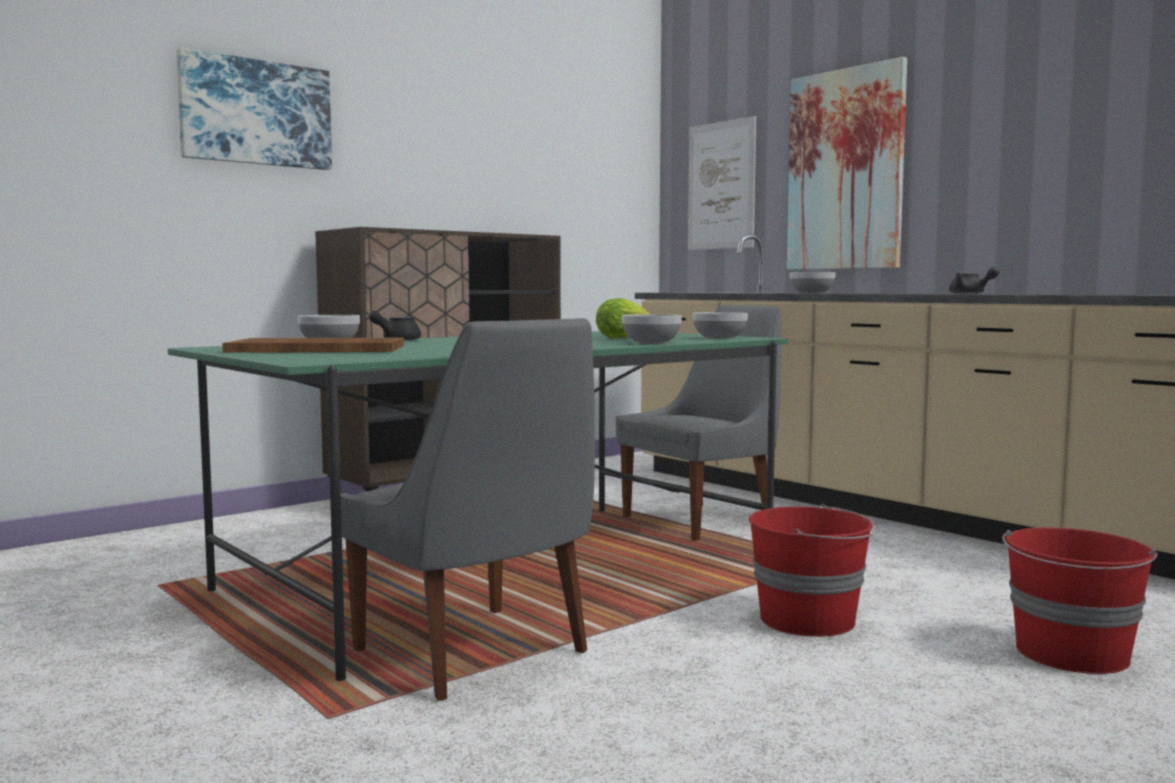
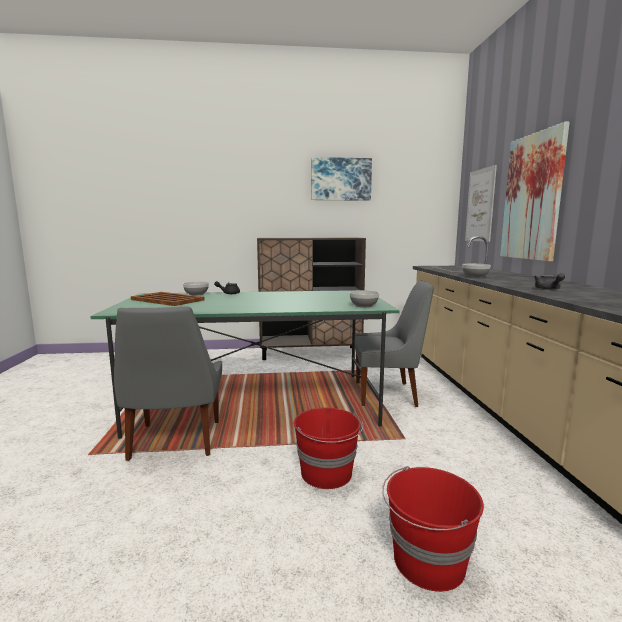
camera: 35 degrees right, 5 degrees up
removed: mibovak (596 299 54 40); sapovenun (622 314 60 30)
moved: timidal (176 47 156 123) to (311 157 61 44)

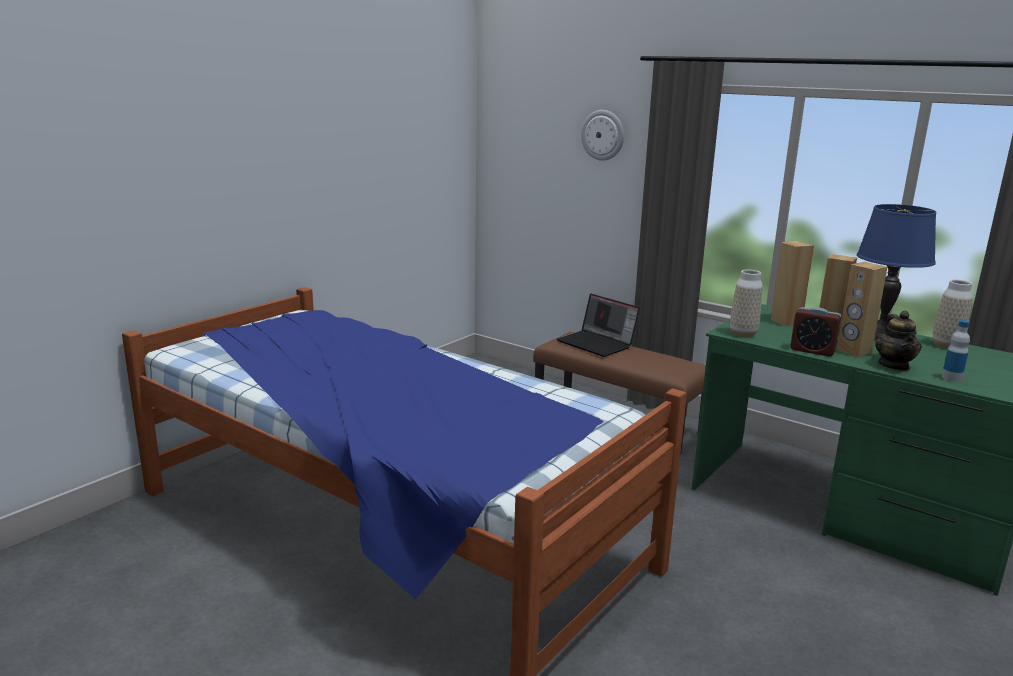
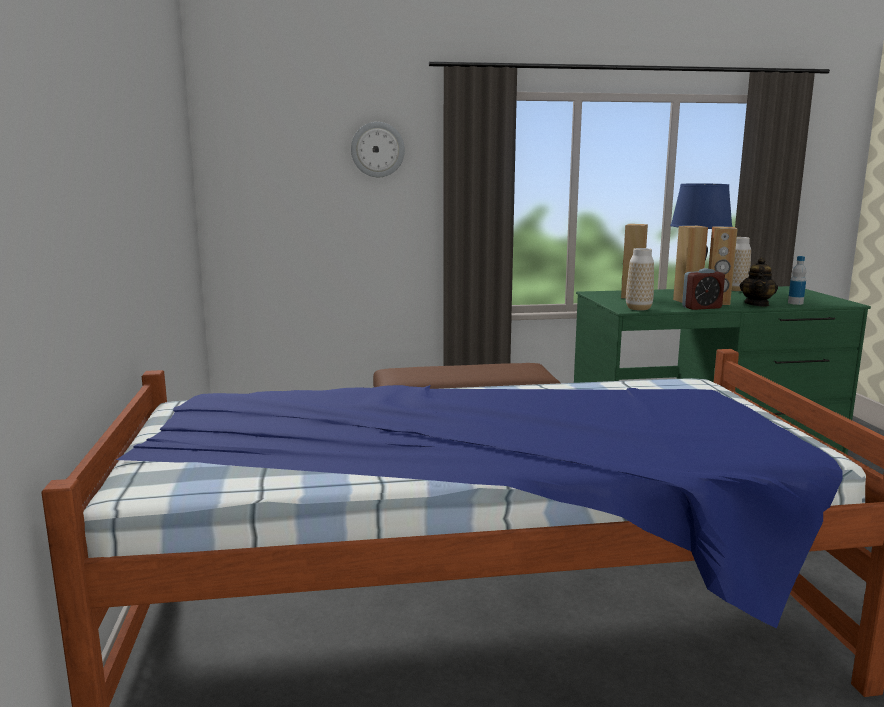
camera: 45 degrees left, 5 degrees down
removed: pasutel (557 294 83 63)
turned: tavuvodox (875 311 47 60) = (740 257 38 50) 60 degrees clockwise

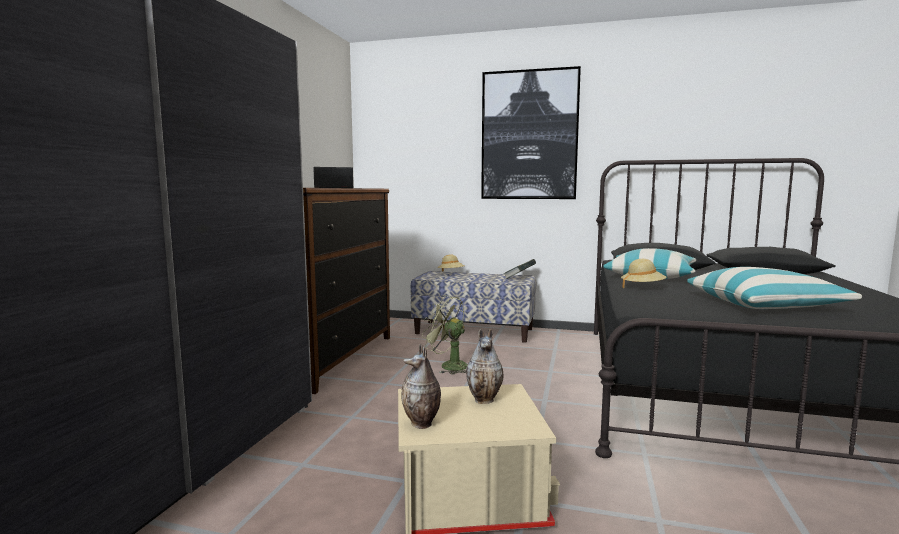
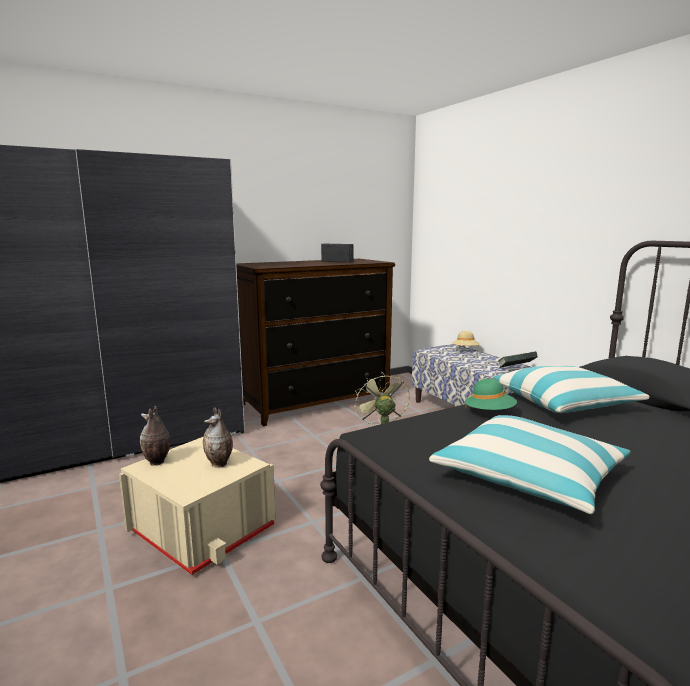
camera: 45 degrees right, 5 degrees up
removed: timidal (481 66 100 133)
recoloured: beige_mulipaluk (621 259 46 30) to green_mulipaluk (465 379 52 31)

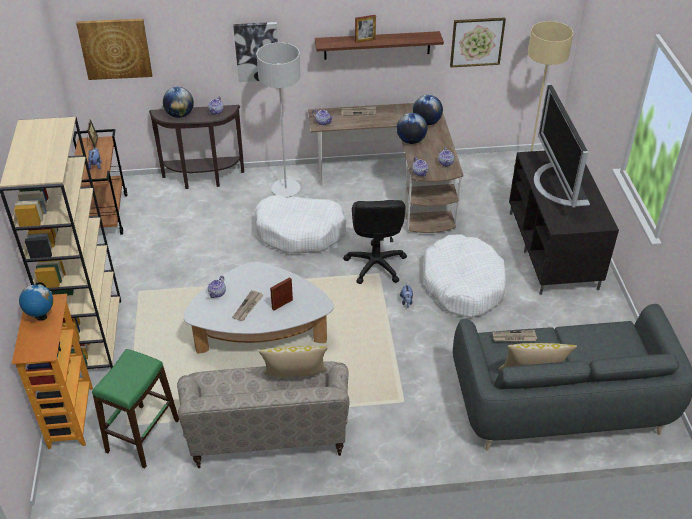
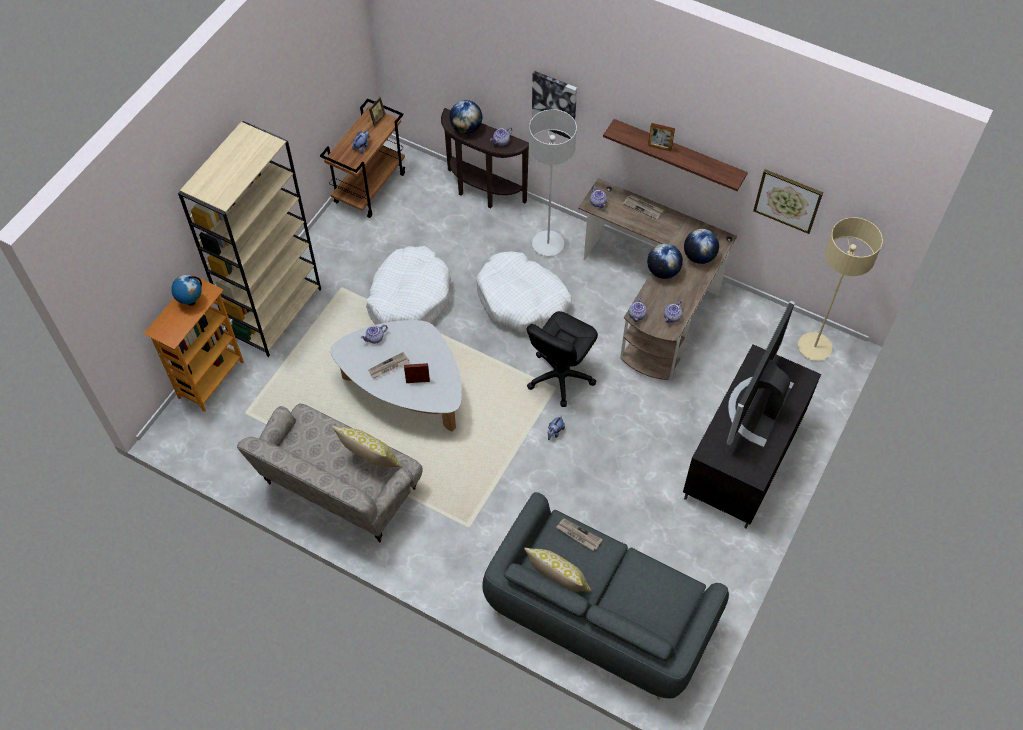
camera: 35 degrees right, 15 degrees up
removed: timidal (76 19 76 61); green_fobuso (92 349 87 120)
moved: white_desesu (423 234 83 83) to (366 246 85 79)

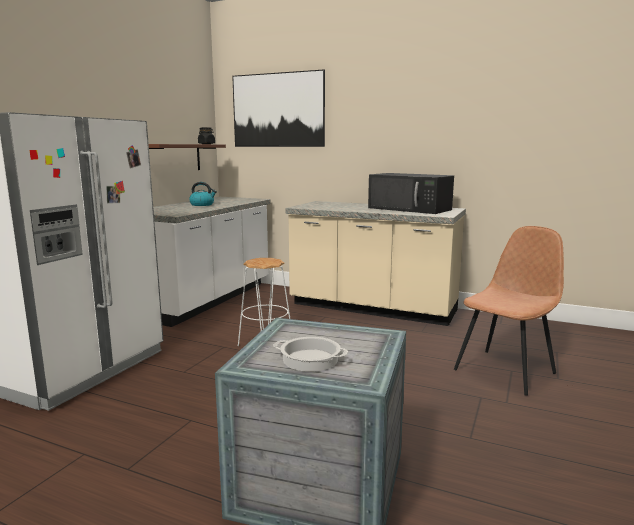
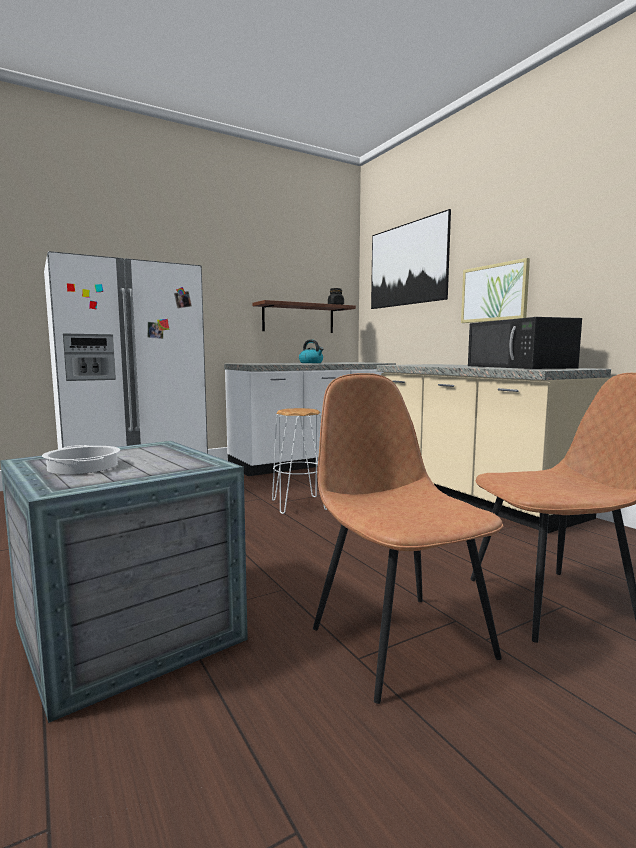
camera: 35 degrees right, 5 degrees down
added: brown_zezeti (313 373 190 331); timidal (461 258 69 65)

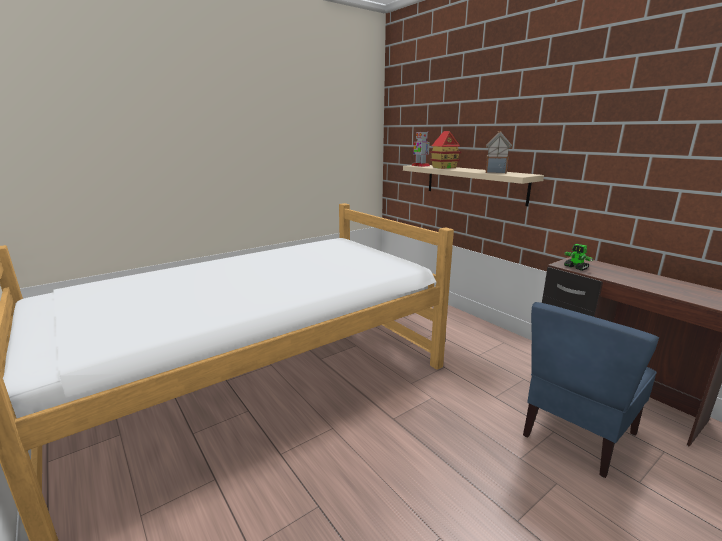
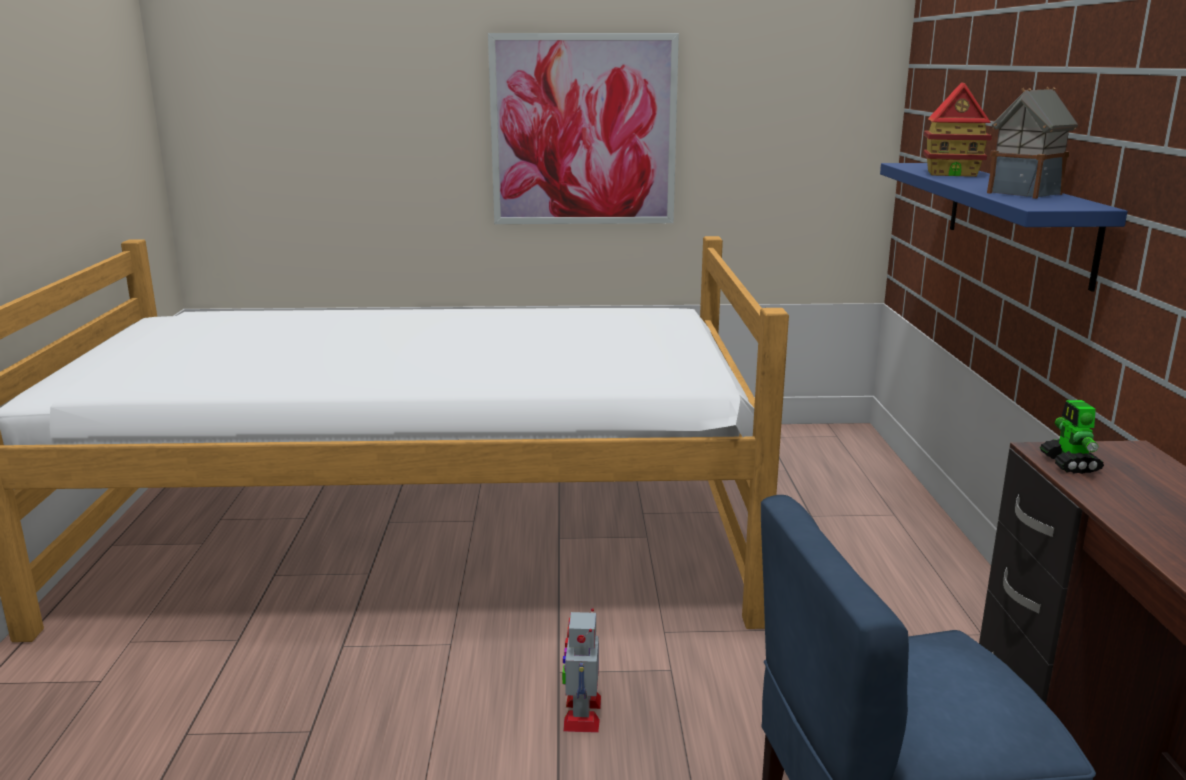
camera: 35 degrees right, 0 degrees up
added: timidal (488 33 191 191)
moved: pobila (411 131 19 36) to (562 608 39 125)
recoloured: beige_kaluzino (403 165 141 41) to blue_kaluzino (880 163 248 129)

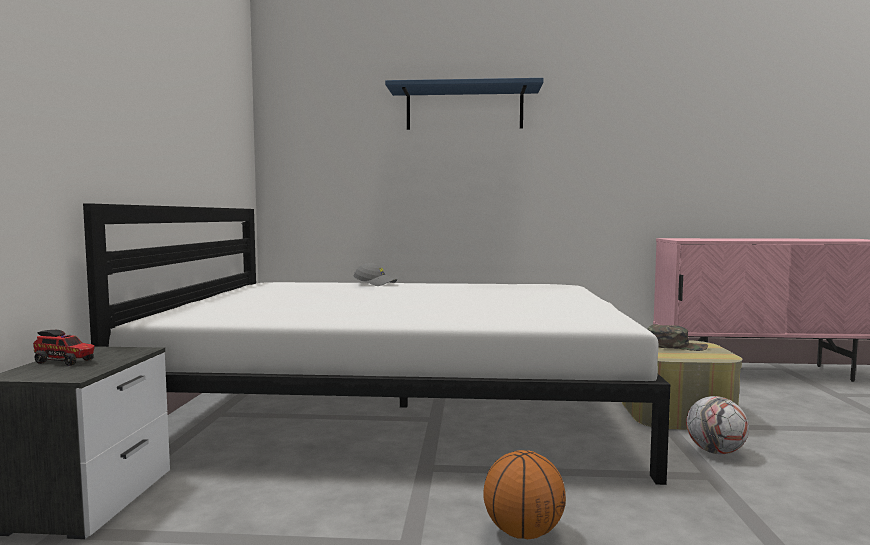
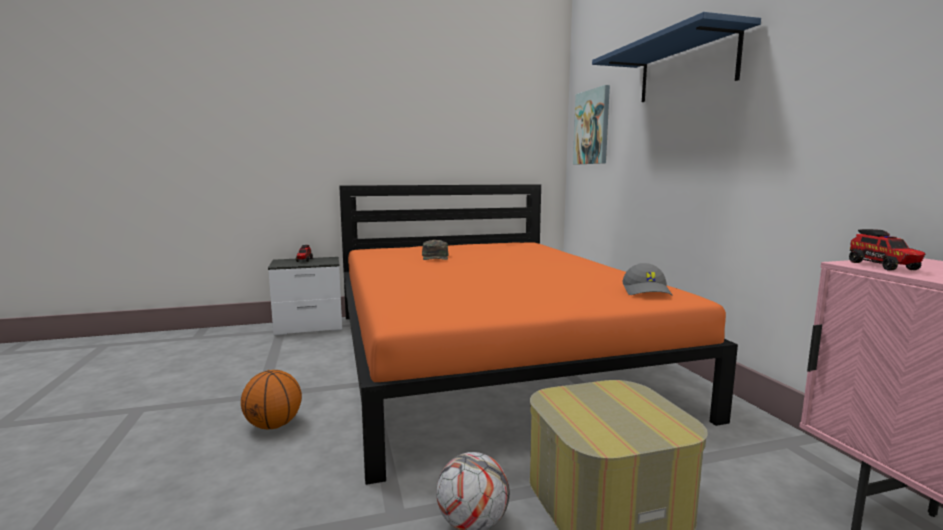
camera: 70 degrees right, 5 degrees up
added: timidal (573 85 37 79); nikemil (849 229 77 42)
moved: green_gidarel (647 324 61 27) to (422 240 26 20); grey_gidarel (354 263 43 23) to (622 263 51 33)
recoloured: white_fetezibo (83 203 587 282) to orange_fetezibo (339 184 399 301)

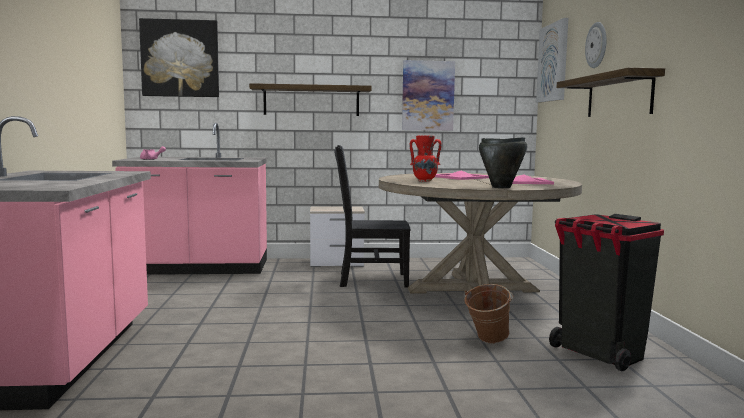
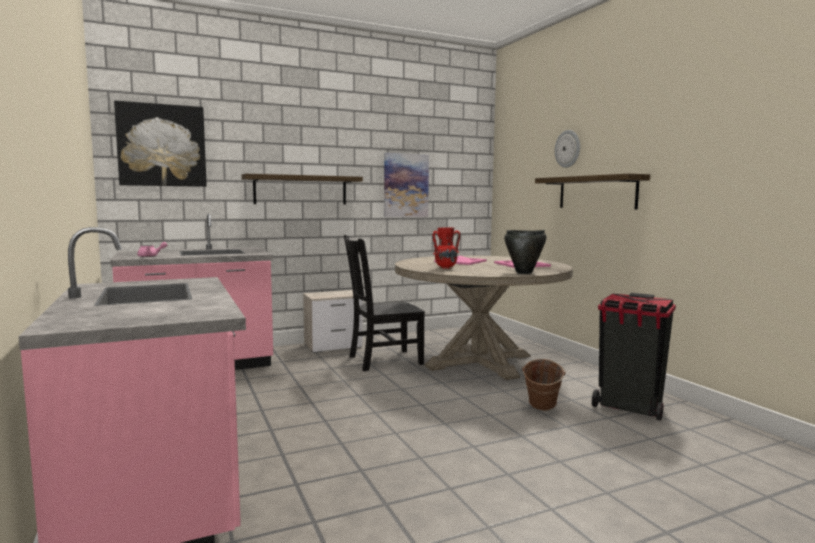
camera: 20 degrees left, 0 degrees up
removed: timidal (536 18 32 85)

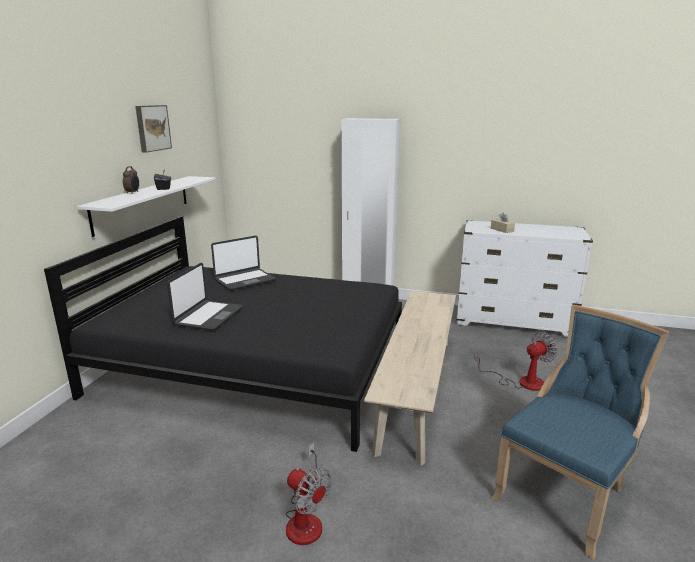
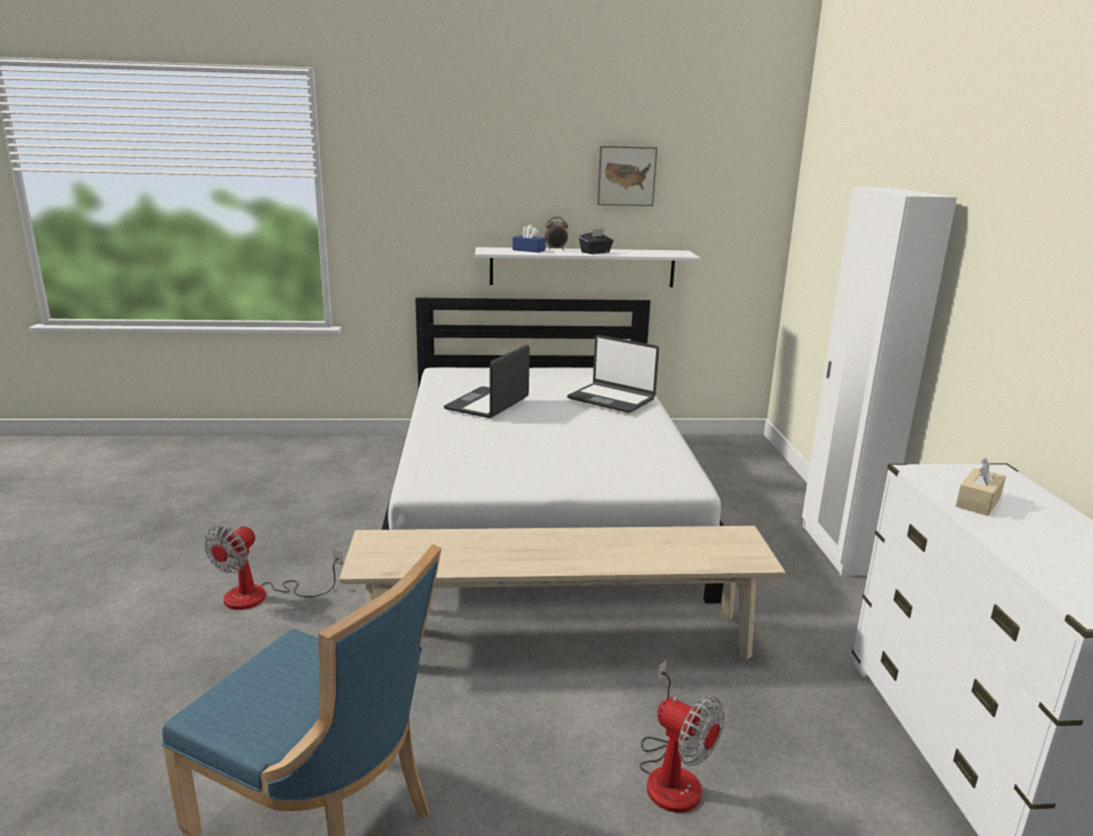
camera: 70 degrees right, 0 degrees up
added: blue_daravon (512 225 34 28)
recoloured: black_fetezibo (44 216 358 236) to white_fetezibo (382 297 342 307)
turned: pasutel (167 263 76 68) = (444 345 86 73) 120 degrees clockwise

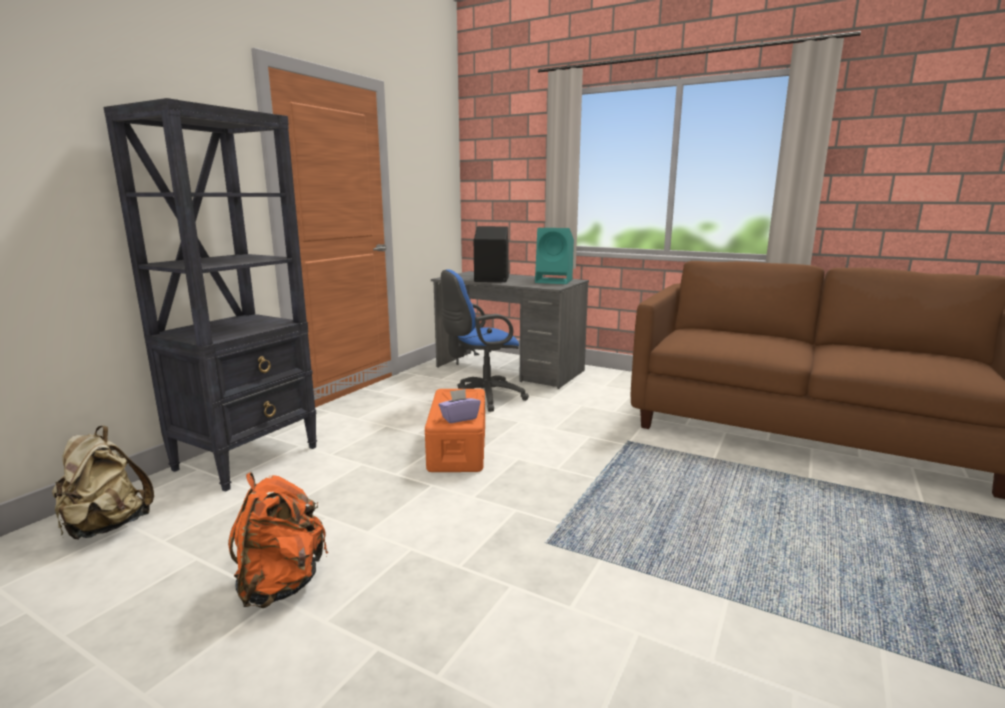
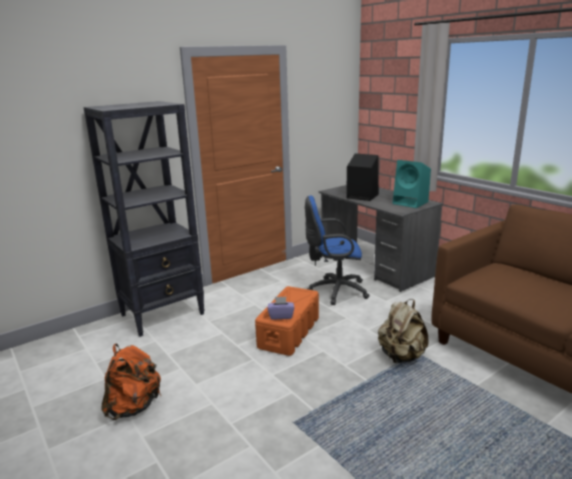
camera: 25 degrees right, 5 degrees up
moved: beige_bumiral (52 425 102 115) to (378 299 50 65)

